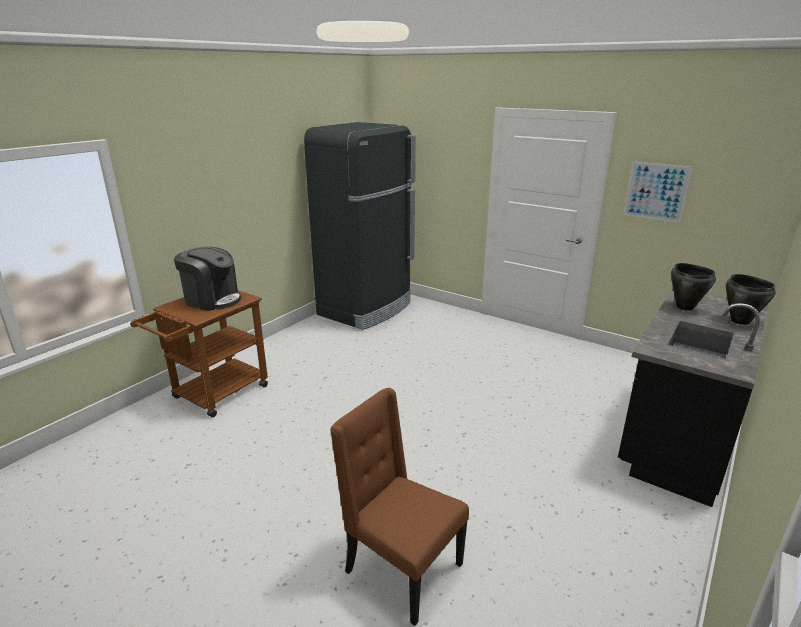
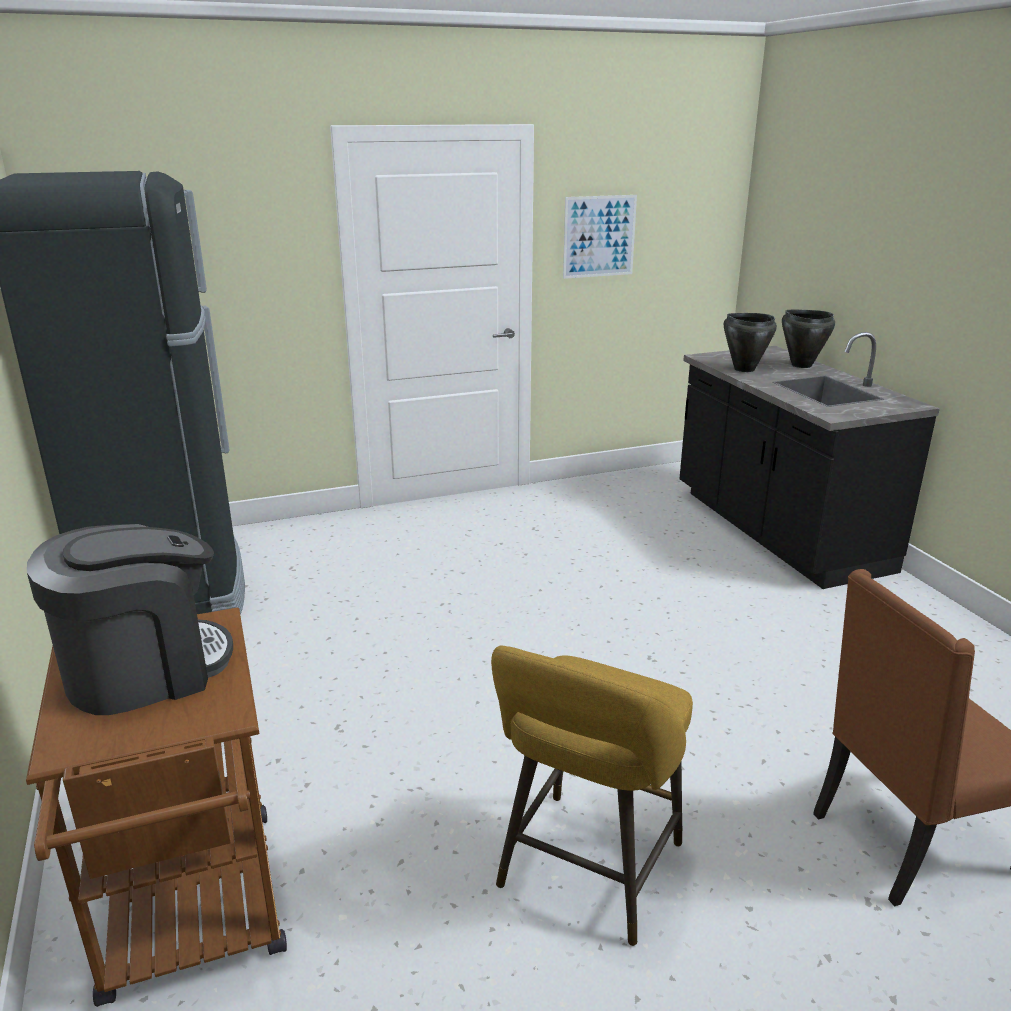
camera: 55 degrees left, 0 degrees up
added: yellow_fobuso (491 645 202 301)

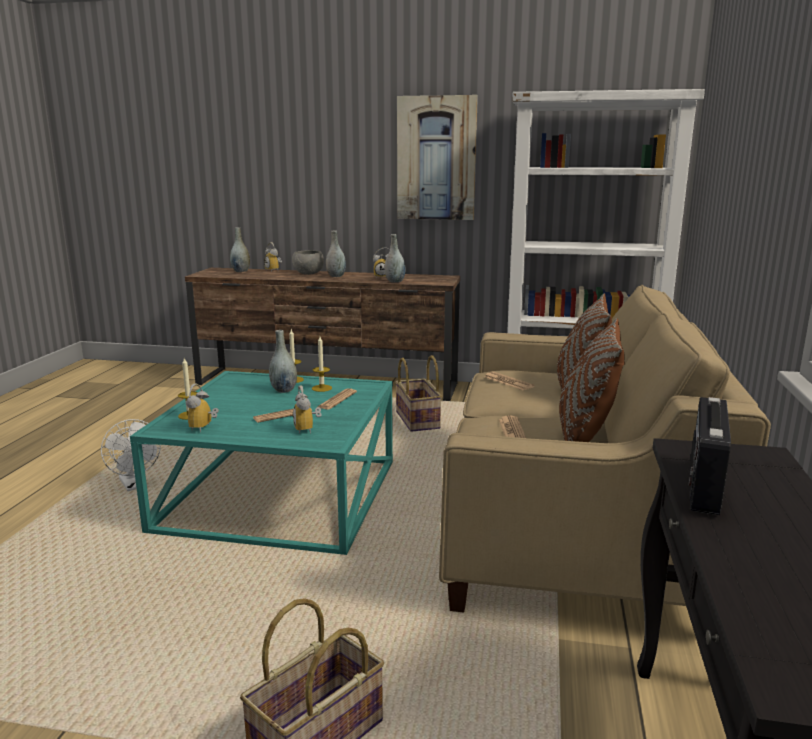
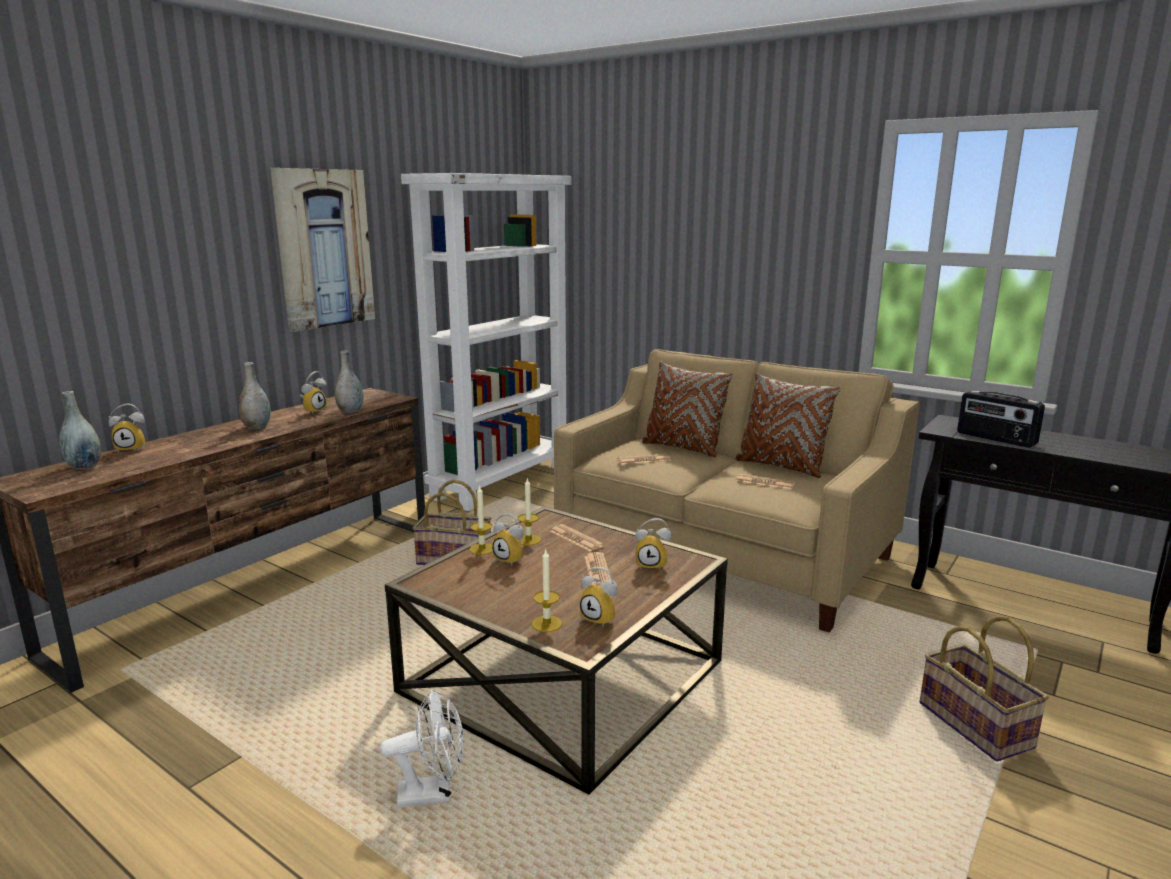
camera: 65 degrees left, 0 degrees up
removed: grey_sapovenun (292 250 32 25)
replaced: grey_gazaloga (269 330 28 63) to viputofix (492 513 31 53)
recoloured: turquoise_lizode (130 371 263 184) to brown_lizode (385 506 343 289)

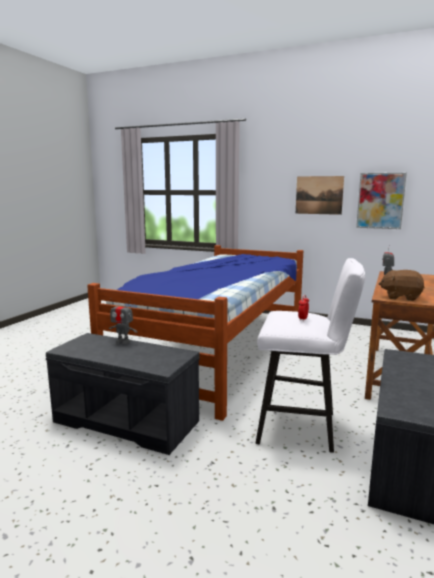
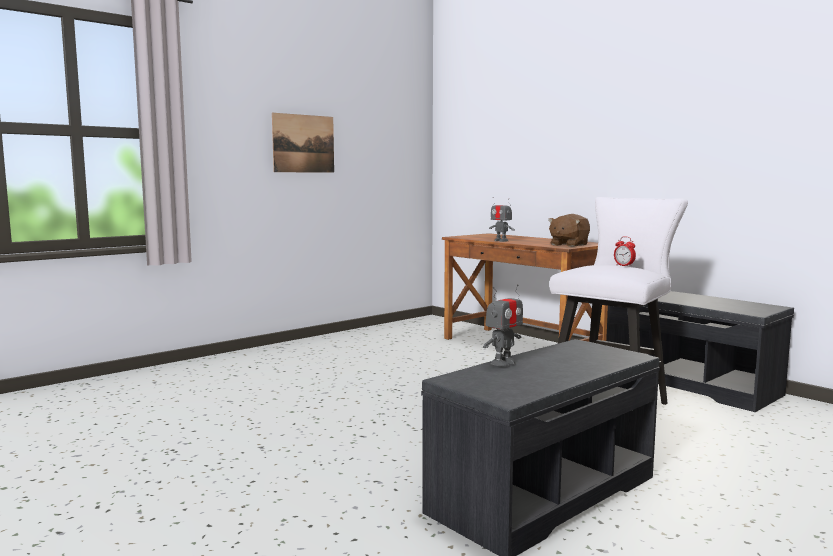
camera: 65 degrees left, 5 degrees down
removed: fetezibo (87 245 216 176); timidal (356 173 51 56)

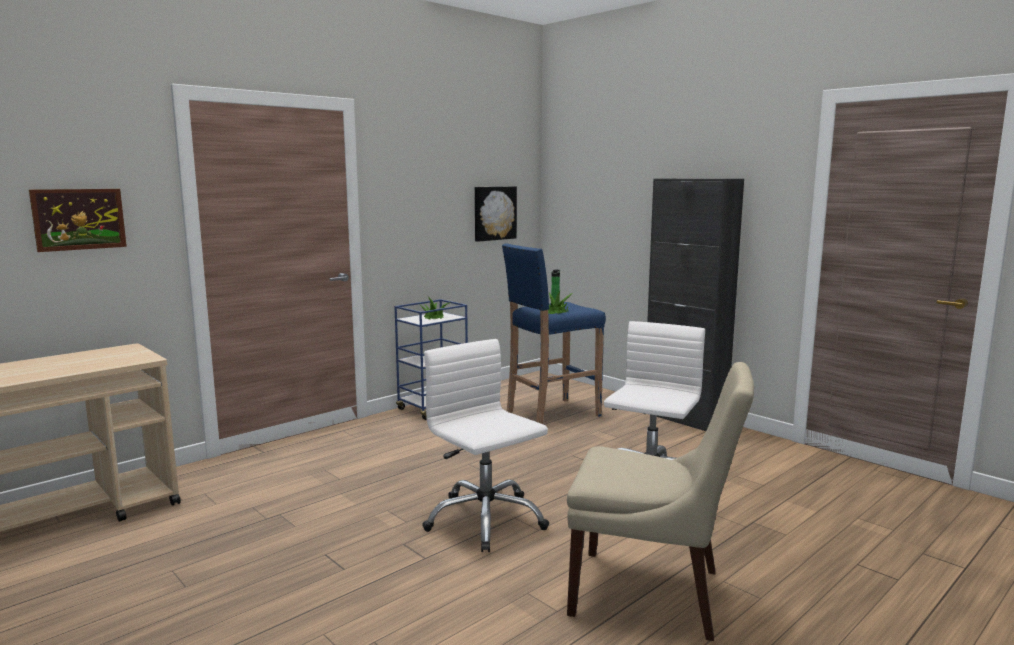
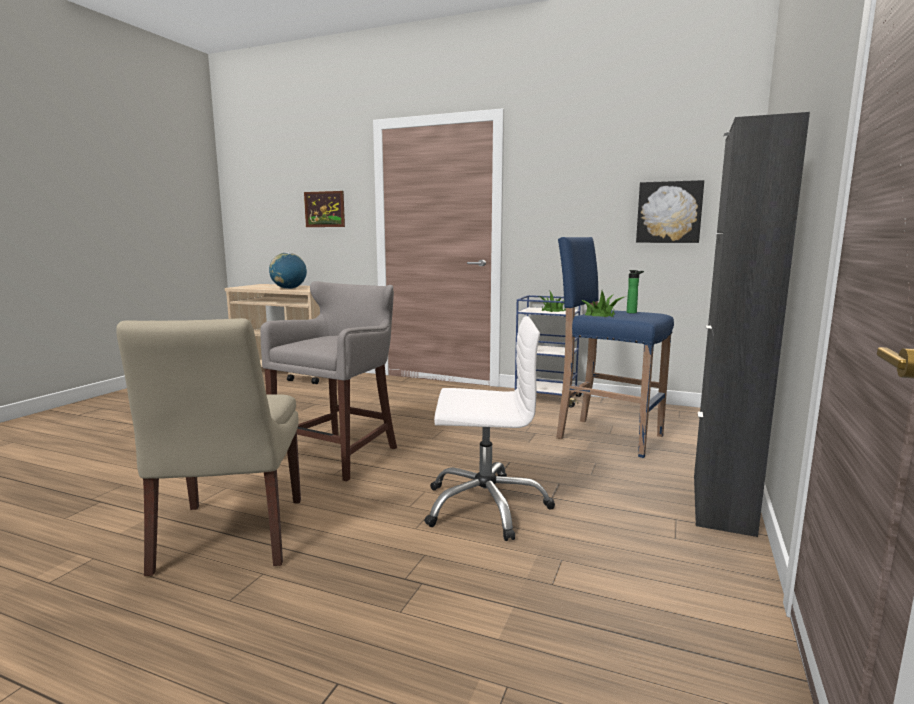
camera: 65 degrees right, 0 degrees up
added: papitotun (269 253 38 36)
replaced: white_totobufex (422 339 127 213) to grey_fobuso (260 281 137 200)

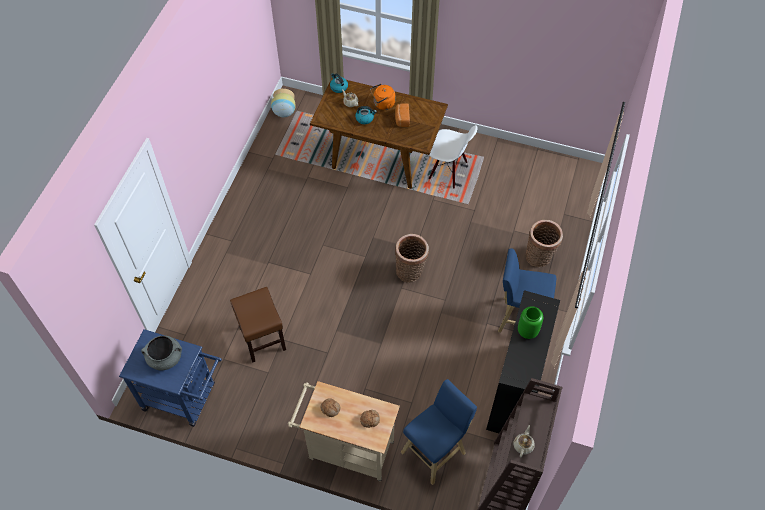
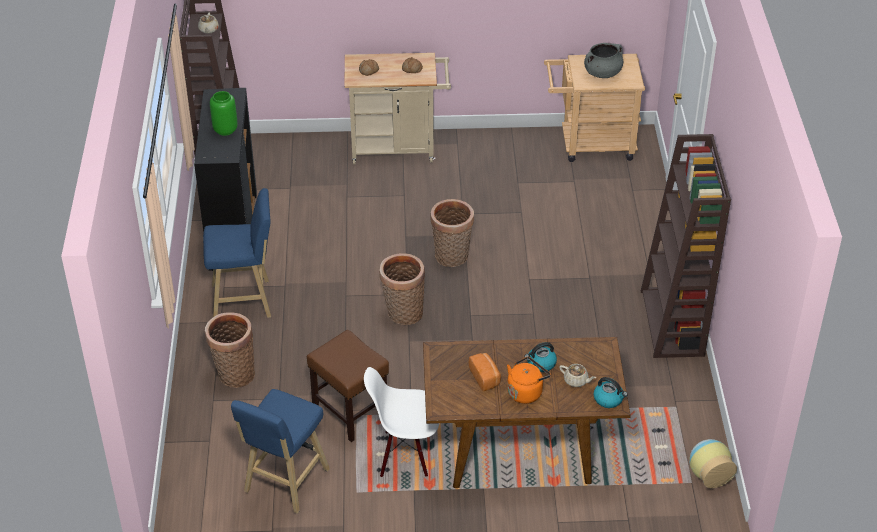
camera: 160 degrees right, 15 degrees down
added: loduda (430 199 44 68); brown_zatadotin (641 134 90 224)
moved: blue_fobuso (401 379 76 106) to (231 389 99 125); brown_fobuso (230 287 56 76) to (307 330 82 112)
recoloured: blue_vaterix (119 329 103 98) to beige_vaterix (544 54 101 108)

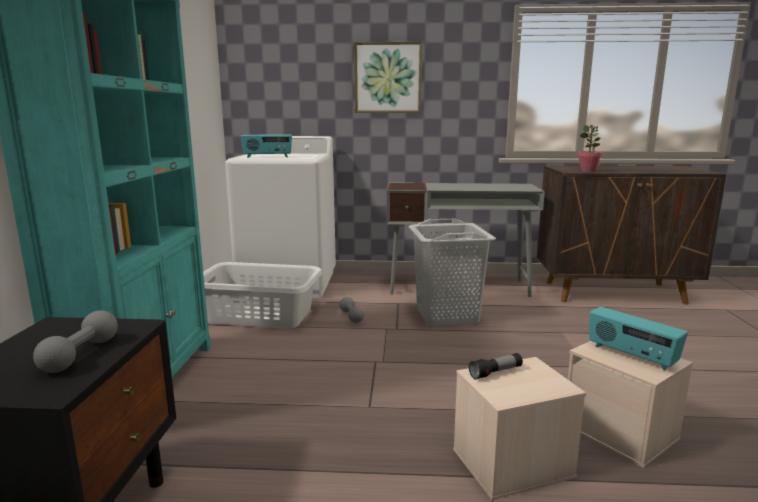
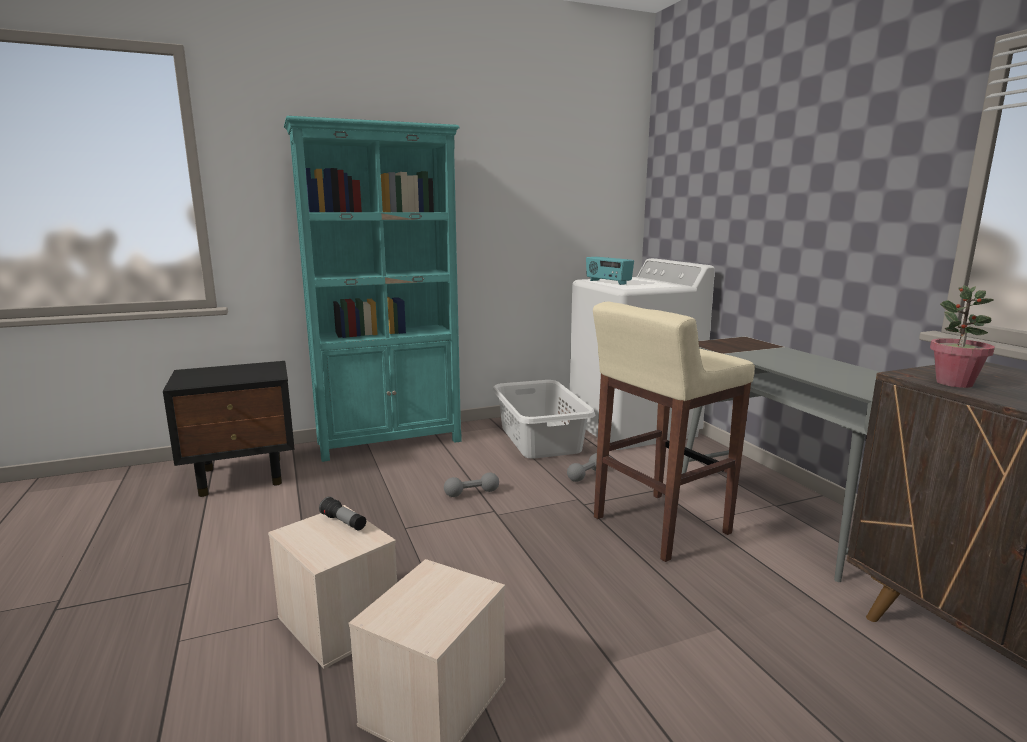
camera: 65 degrees right, 0 degrees up
removed: timidal (354 42 68 71); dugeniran (589 307 99 63)
moved: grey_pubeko (33 310 85 63) to (444 472 55 25)
replaced: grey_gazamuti (408 219 88 107) to beige_fobuso (593 302 162 260)

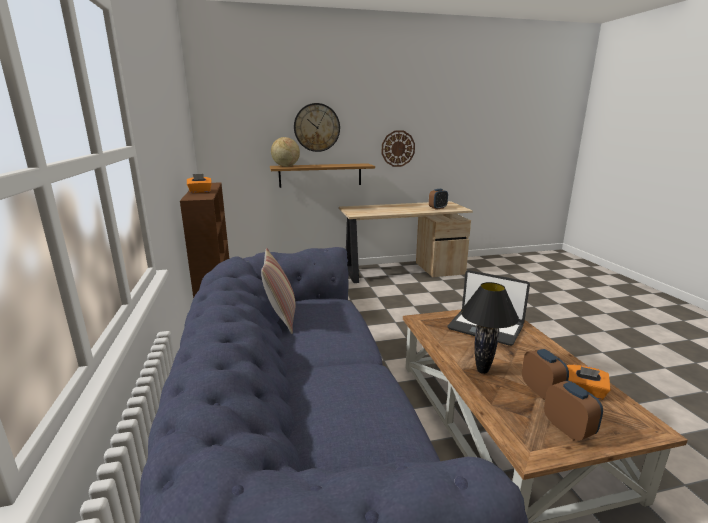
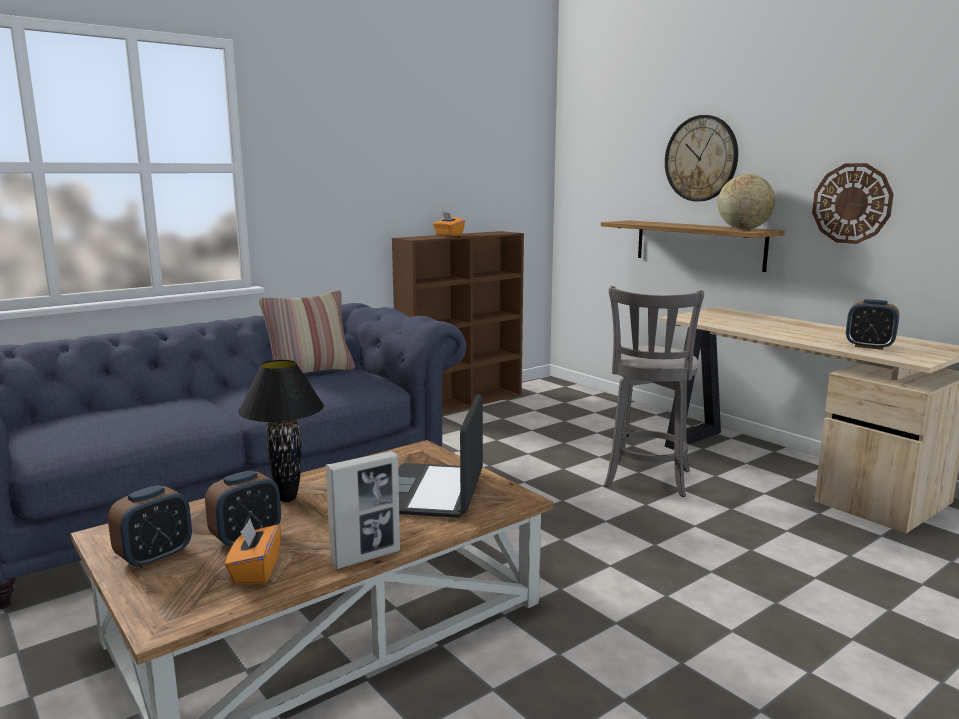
camera: 65 degrees right, 5 degrees down
added: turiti (325 451 75 118); grey_fobuso (604 286 100 211)
moved: papitotun (271 137 29 30) to (718 174 57 56)

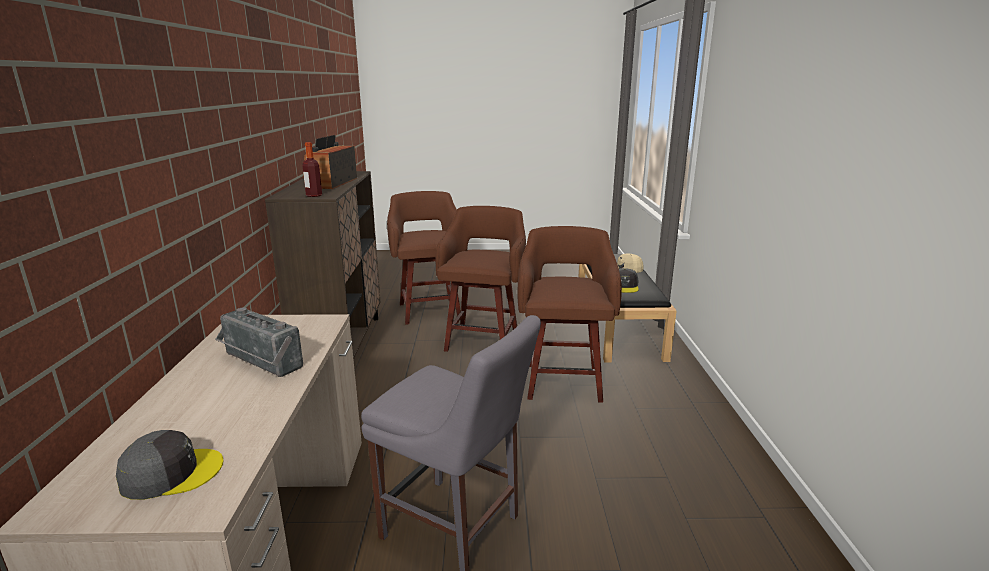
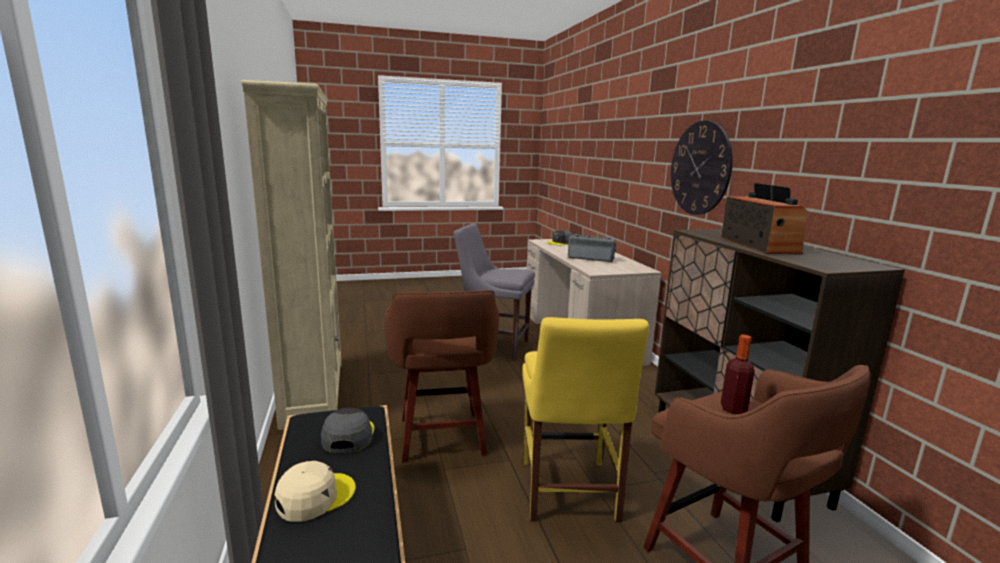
camera: 165 degrees right, 5 degrees down
added: beige_zatadotin (242 79 100 351); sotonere (671 120 62 95)
moved: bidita (302 142 20 55) to (720 334 35 80)
replaced: brown_fobuso (436 206 90 146) to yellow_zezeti (522 317 127 205)

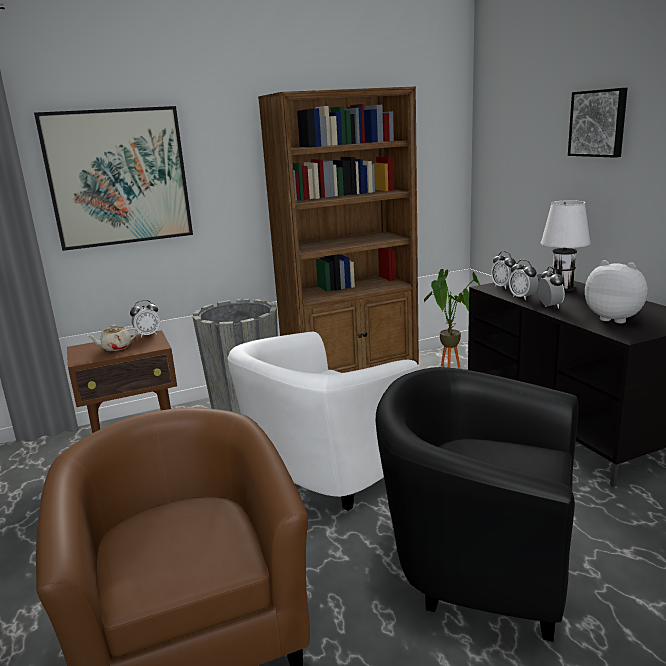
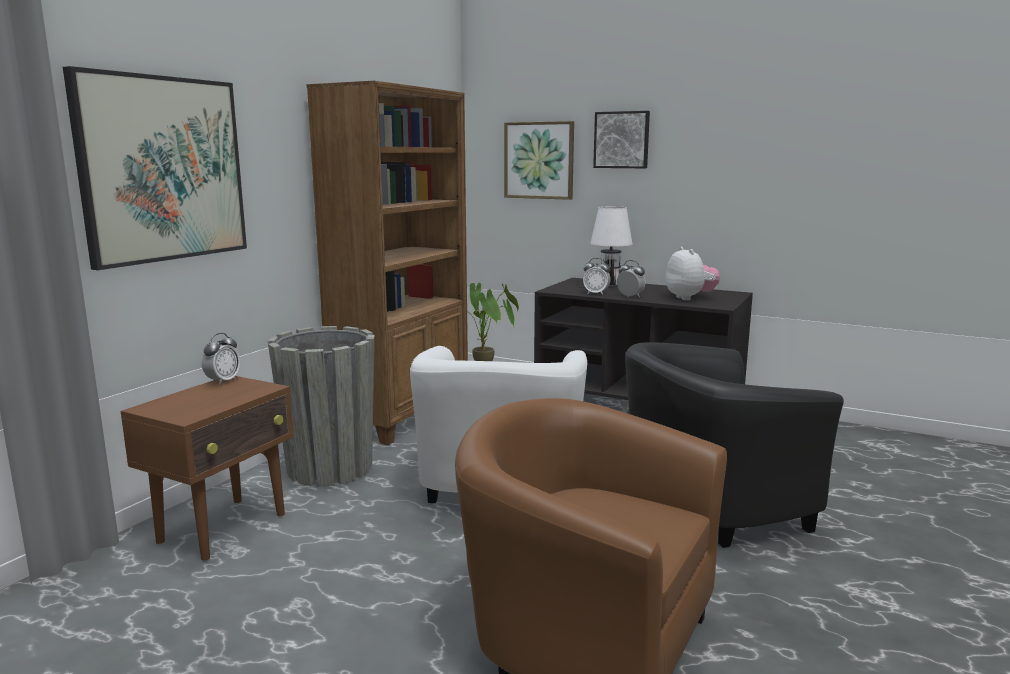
camera: 40 degrees left, 5 degrees down
removed: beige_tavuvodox (87 325 51 26); viputofix (491 251 25 38)
added: timidal (504 121 70 79)
turned: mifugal (585 260 63 63) = (665 247 55 54) 75 degrees clockwise

